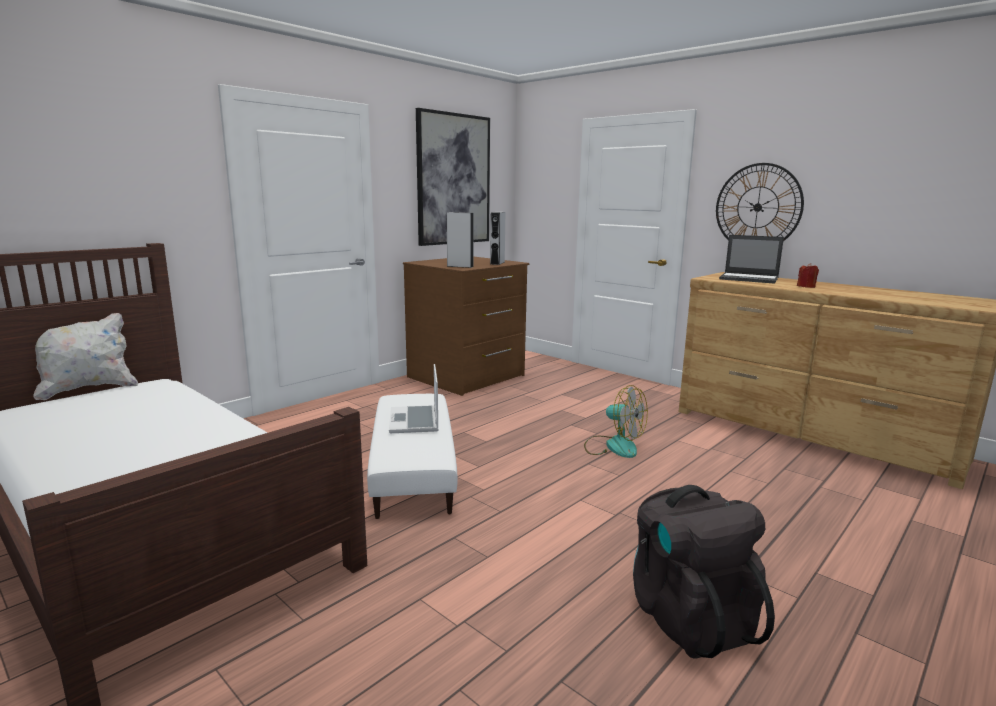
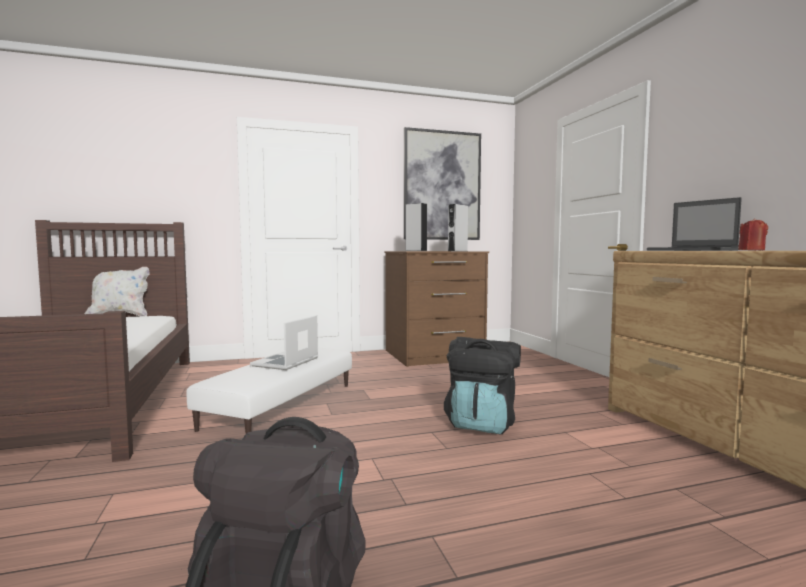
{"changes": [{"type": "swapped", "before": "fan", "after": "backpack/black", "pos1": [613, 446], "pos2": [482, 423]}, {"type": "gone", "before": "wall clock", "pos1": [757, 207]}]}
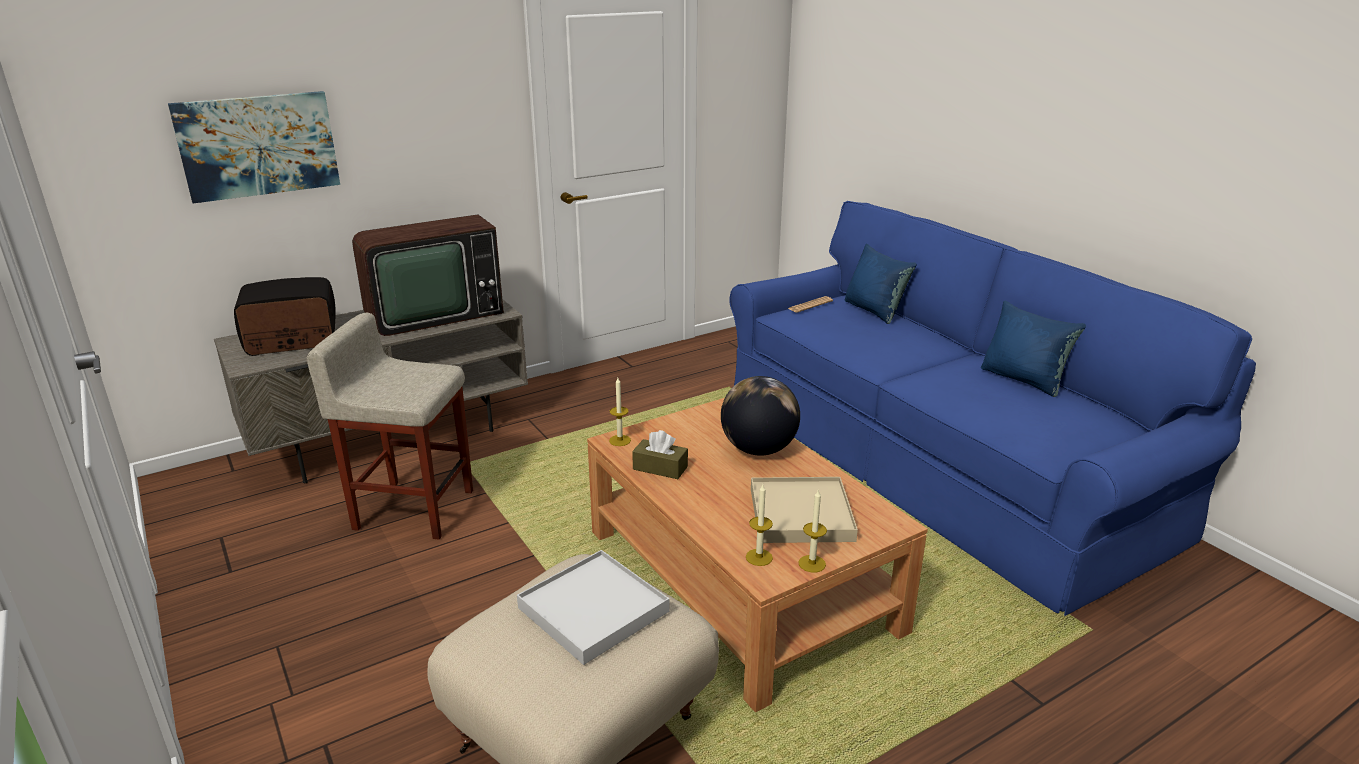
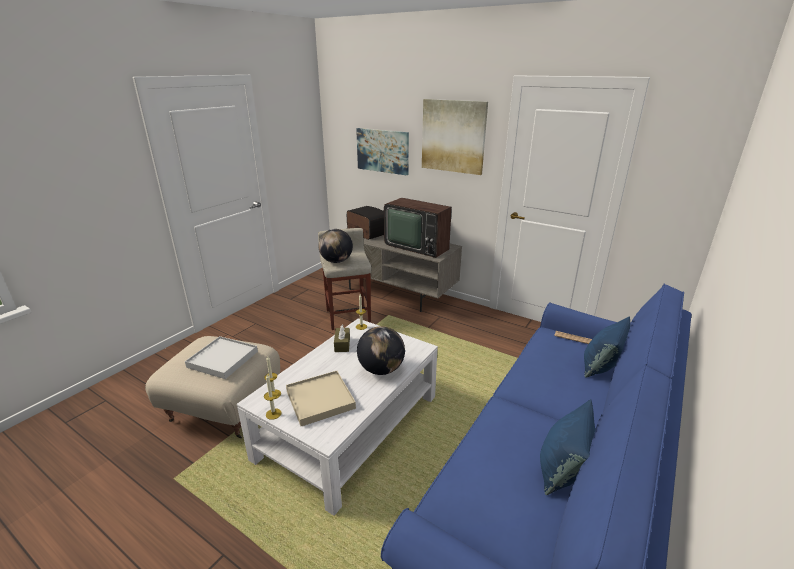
{"changes": [{"type": "repainted", "before": "coffee table/brown", "after": "coffee table/white", "pos1": [741, 580], "pos2": [349, 427]}, {"type": "new", "after": "globe", "pos2": [336, 261]}, {"type": "new", "after": "picture", "pos2": [453, 136]}]}
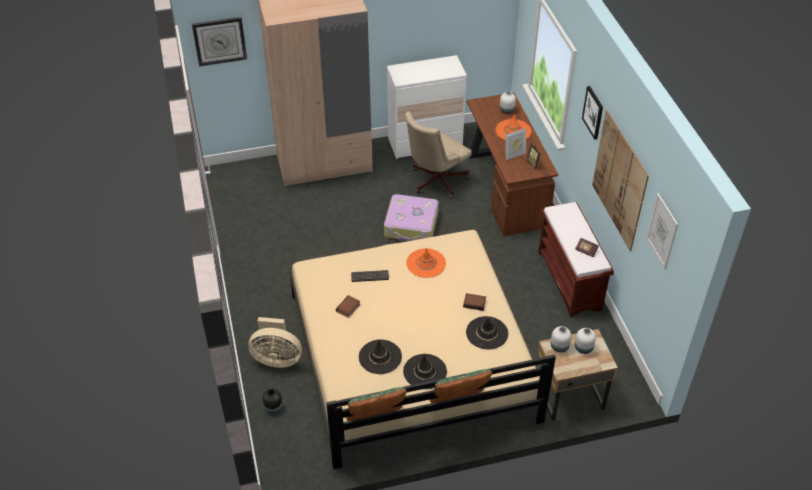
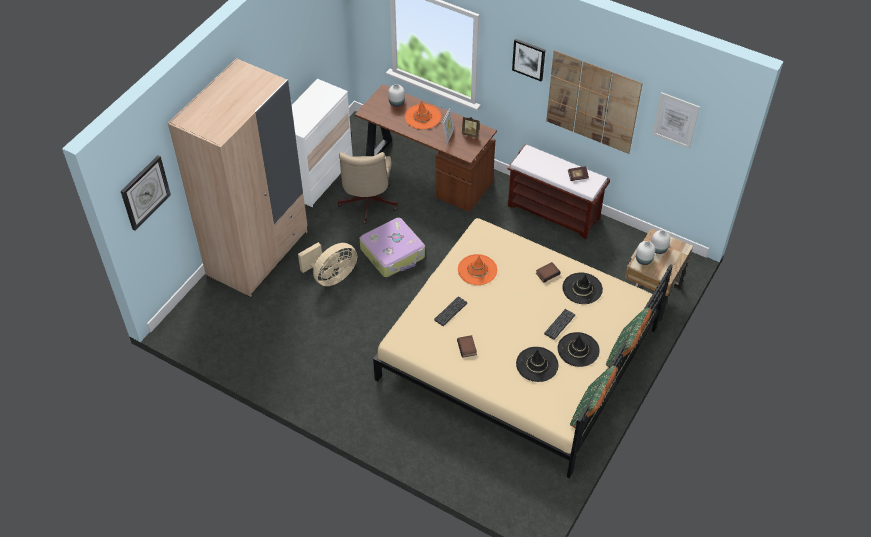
{"changes": [{"type": "shifted", "before": "fan/beige", "pos1": [277, 358], "pos2": [331, 277]}, {"type": "gone", "before": "vase/black", "pos1": [273, 407]}, {"type": "new", "after": "keyboard", "pos2": [559, 324]}]}
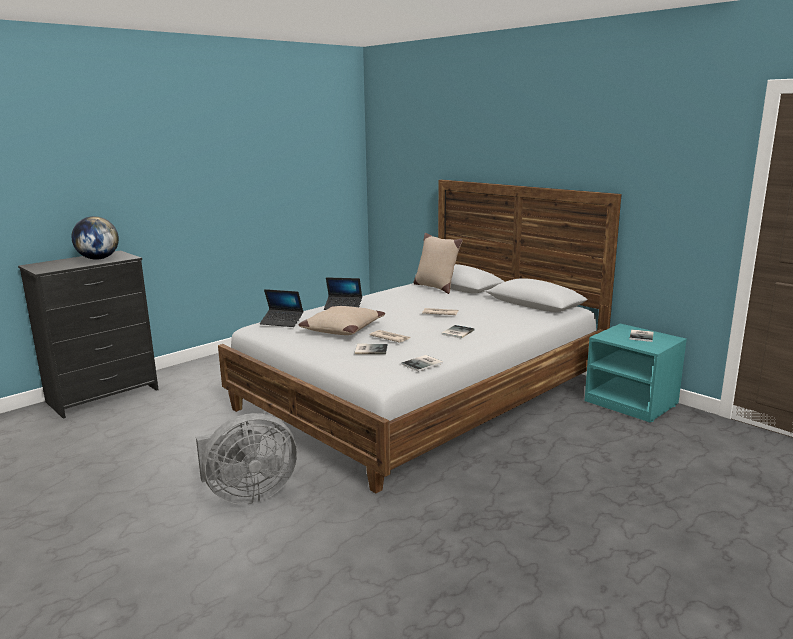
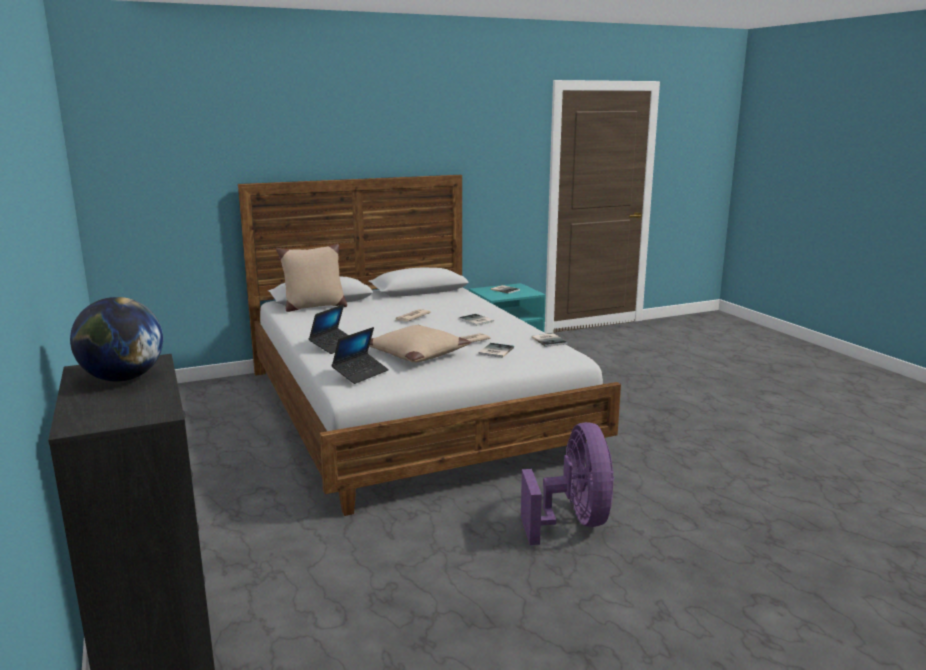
{"changes": [{"type": "repainted", "before": "fan/grey", "after": "fan/purple", "pos1": [247, 494], "pos2": [573, 522]}]}
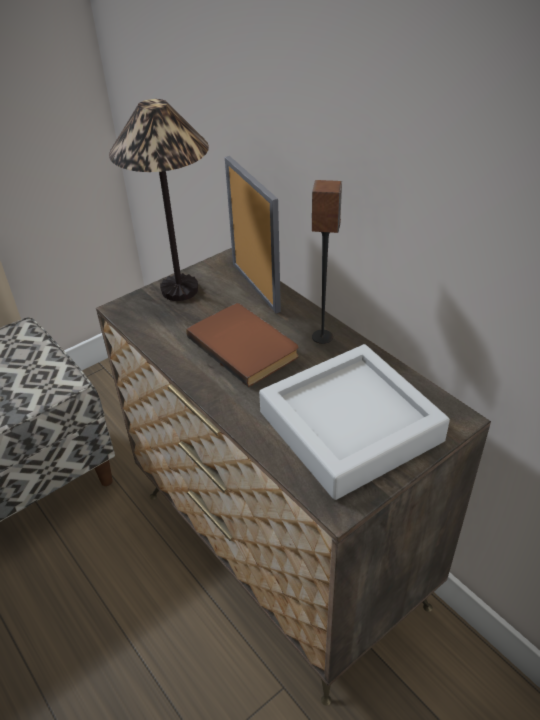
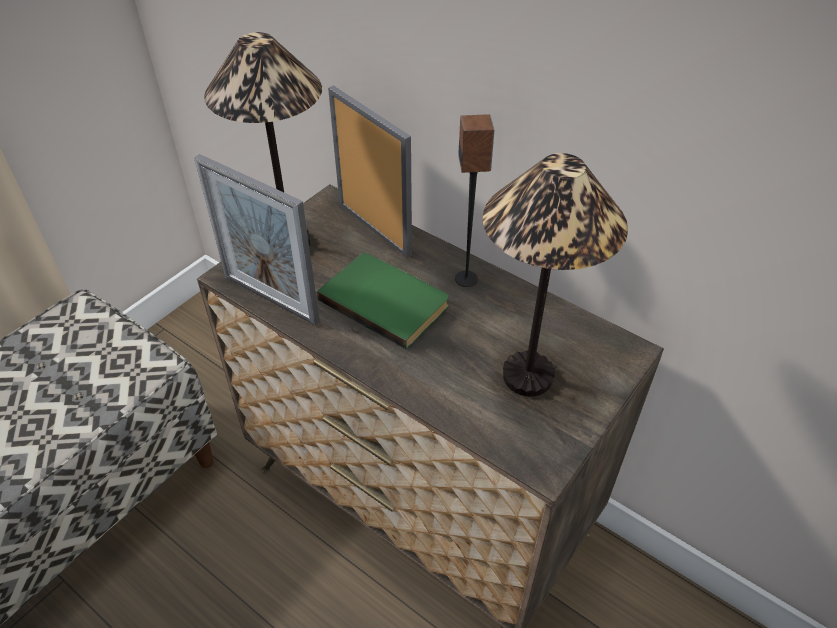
{"changes": [{"type": "repainted", "before": "book/brown", "after": "book/green", "pos1": [245, 345], "pos2": [386, 300]}, {"type": "swapped", "before": "tray/grey", "after": "table lamp", "pos1": [350, 426], "pos2": [528, 377]}, {"type": "new", "after": "picture frame", "pos2": [271, 299]}]}
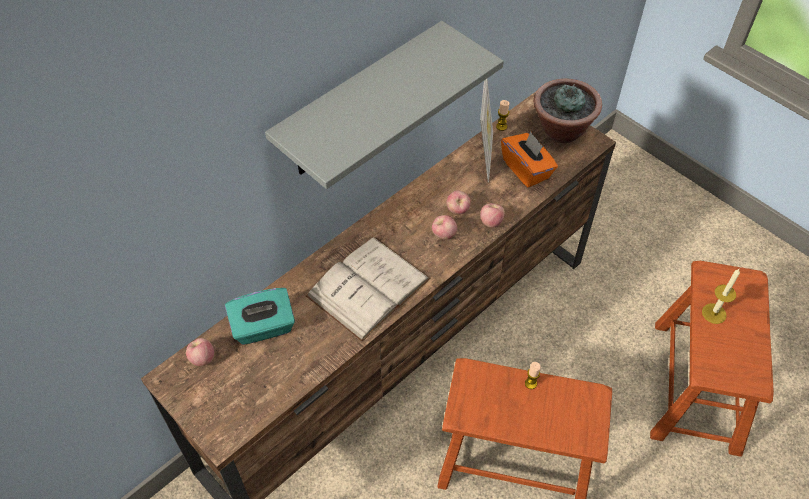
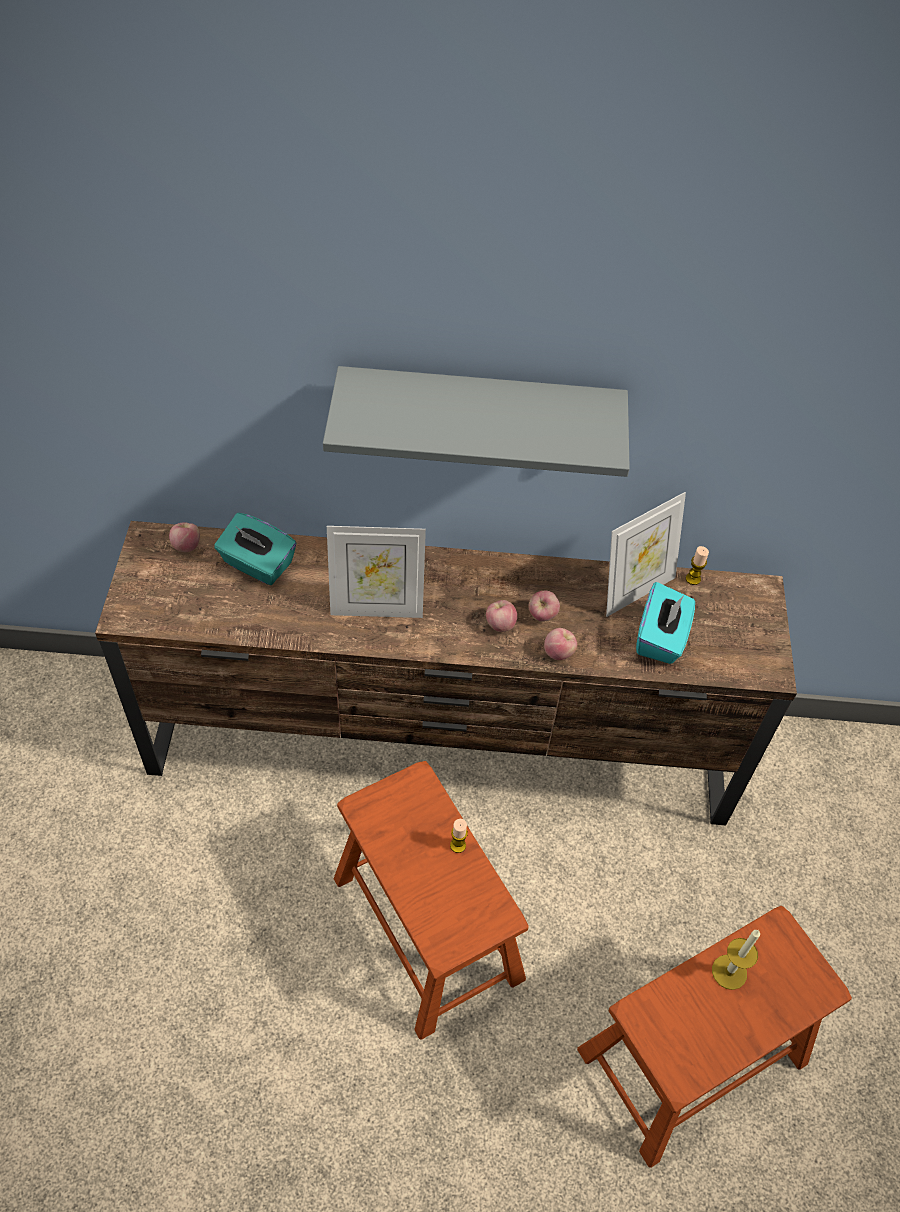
{"changes": [{"type": "swapped", "before": "book/white", "after": "picture frame", "pos1": [368, 287], "pos2": [377, 608]}, {"type": "repainted", "before": "tissue box/orange", "after": "tissue box/turquoise", "pos1": [526, 169], "pos2": [661, 638]}, {"type": "gone", "before": "potted plant", "pos1": [561, 130]}]}
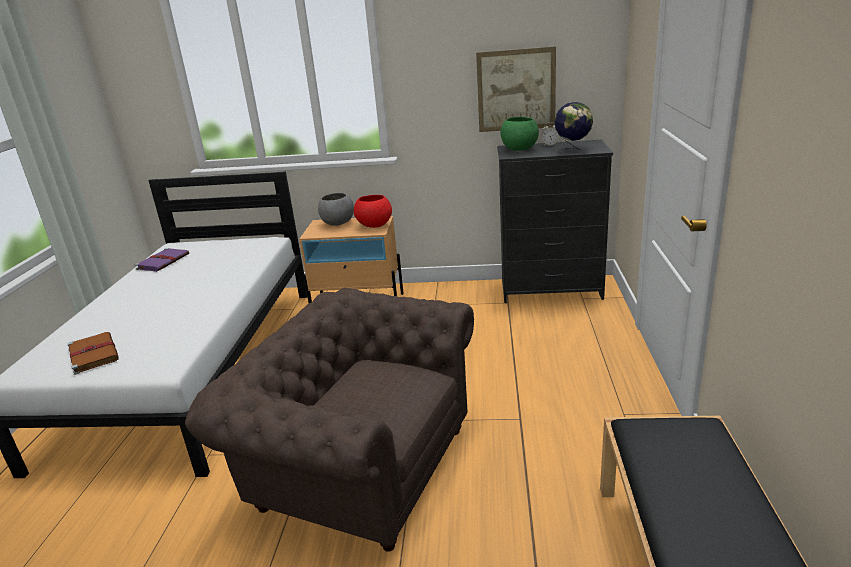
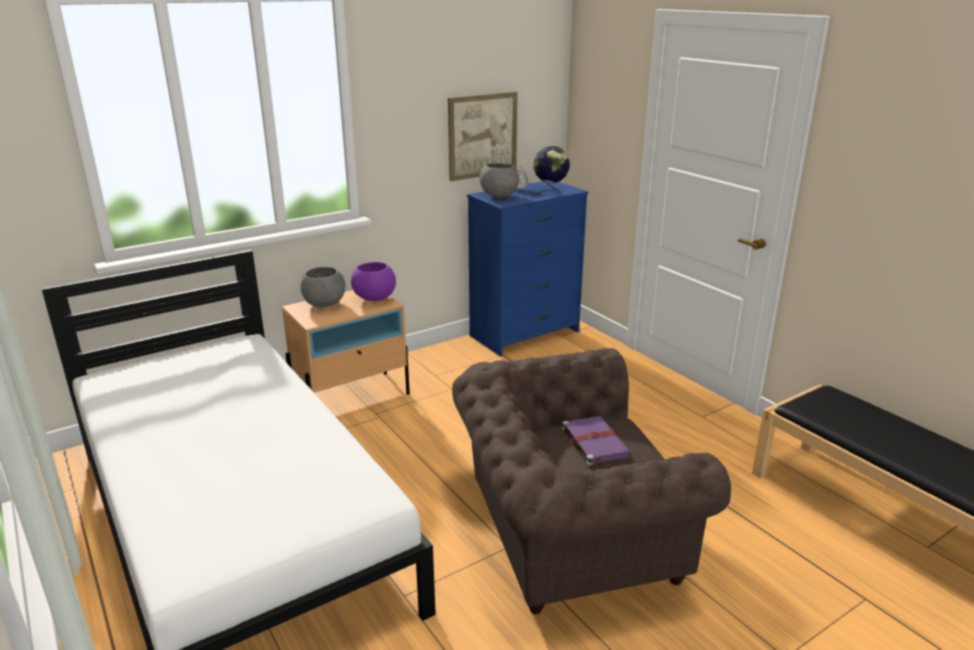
{"changes": [{"type": "gone", "before": "book/brown", "pos1": [93, 354]}, {"type": "shifted", "before": "book/purple", "pos1": [163, 261], "pos2": [594, 441]}, {"type": "repainted", "before": "bowl/red", "after": "bowl/purple", "pos1": [374, 226], "pos2": [374, 299]}, {"type": "repainted", "before": "dresser/black", "after": "dresser/blue", "pos1": [550, 289], "pos2": [525, 334]}, {"type": "repainted", "before": "bowl/green", "after": "bowl/grey", "pos1": [519, 149], "pos2": [499, 196]}]}
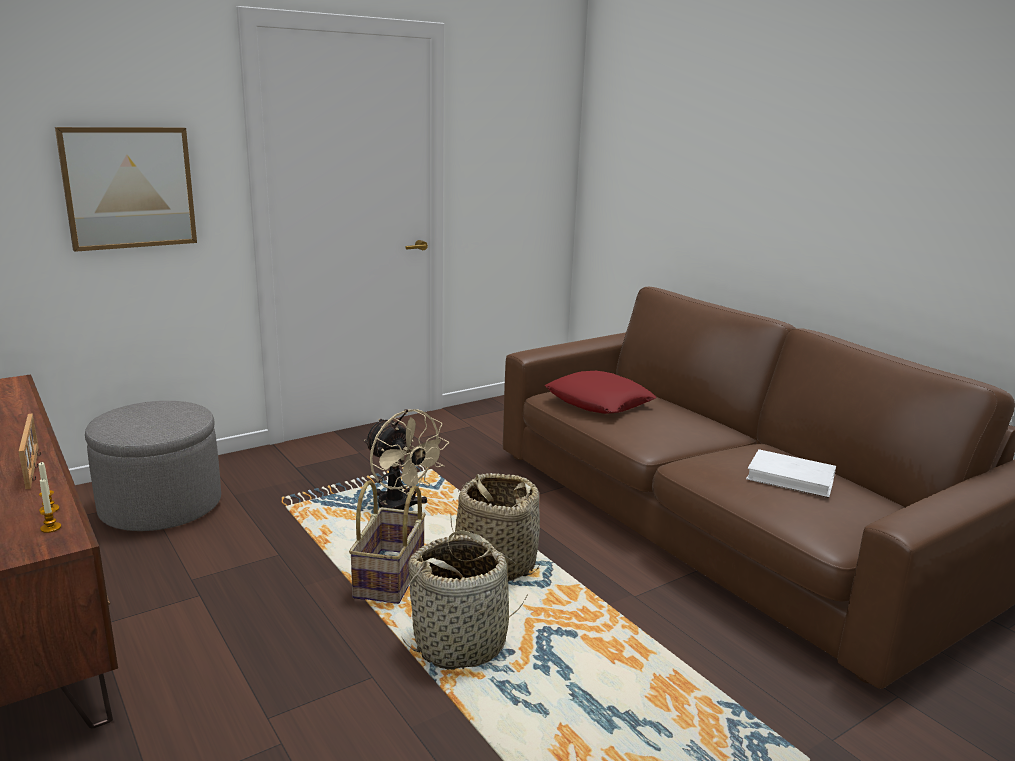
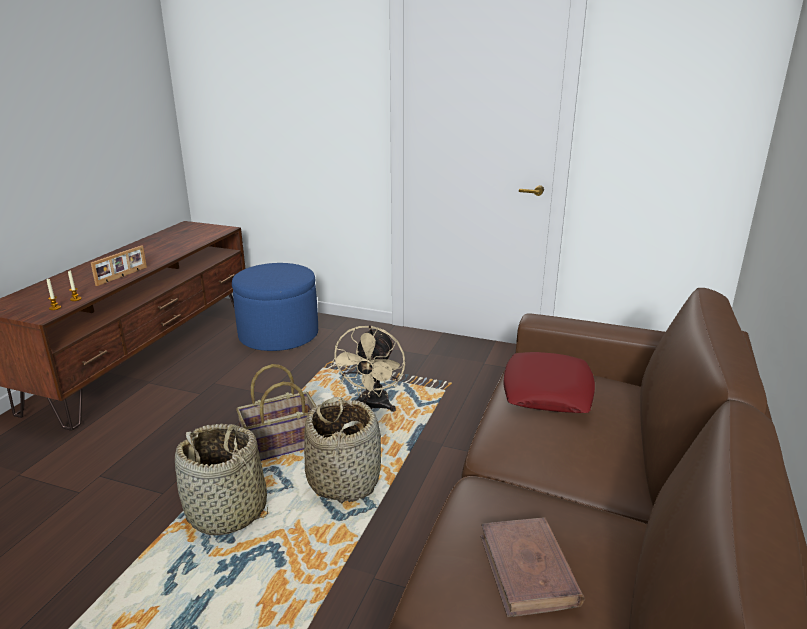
{"changes": [{"type": "gone", "before": "picture", "pos1": [129, 187]}, {"type": "repainted", "before": "ottoman/grey", "after": "ottoman/blue", "pos1": [161, 506], "pos2": [278, 335]}, {"type": "repainted", "before": "book/white", "after": "book/brown", "pos1": [791, 478], "pos2": [528, 570]}]}
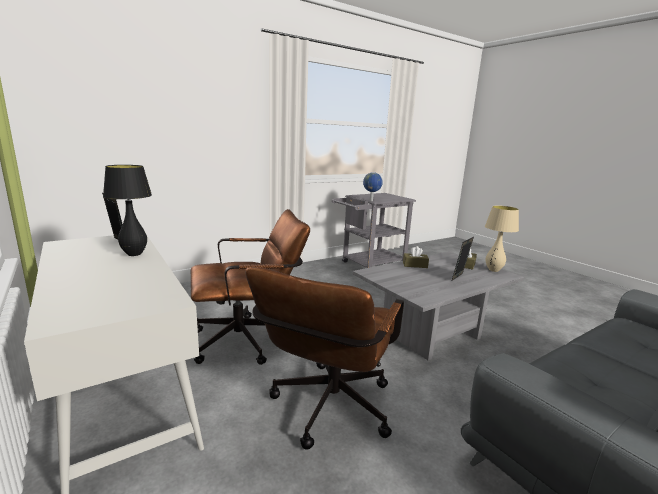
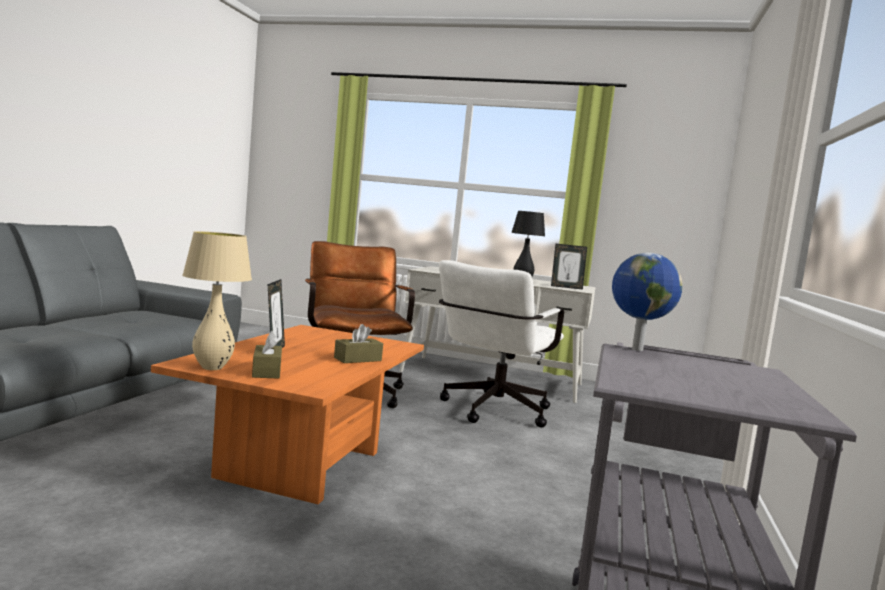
{"changes": [{"type": "repainted", "before": "office chair/brown", "after": "office chair/white", "pos1": [249, 339], "pos2": [491, 412]}, {"type": "repainted", "before": "coffee table/grey", "after": "coffee table/orange", "pos1": [430, 334], "pos2": [300, 464]}]}
